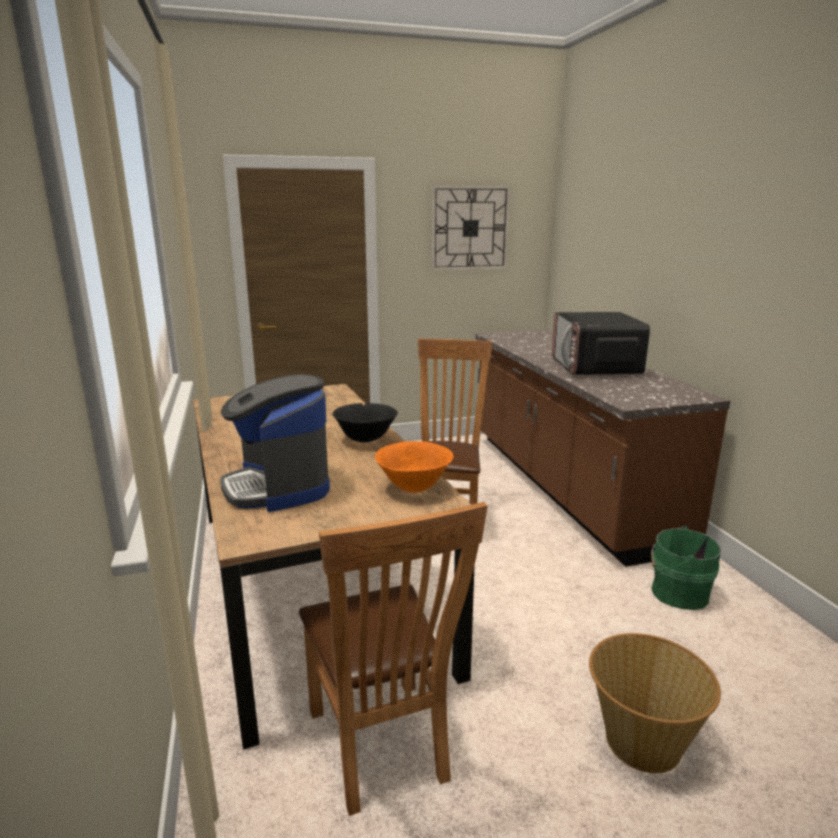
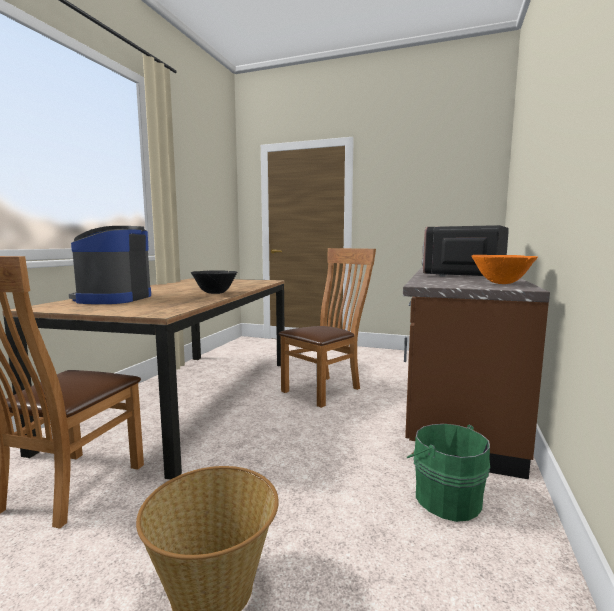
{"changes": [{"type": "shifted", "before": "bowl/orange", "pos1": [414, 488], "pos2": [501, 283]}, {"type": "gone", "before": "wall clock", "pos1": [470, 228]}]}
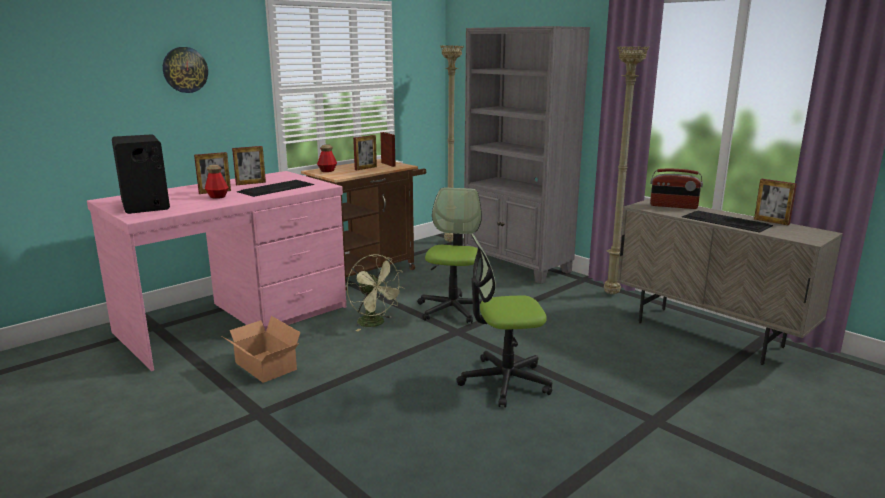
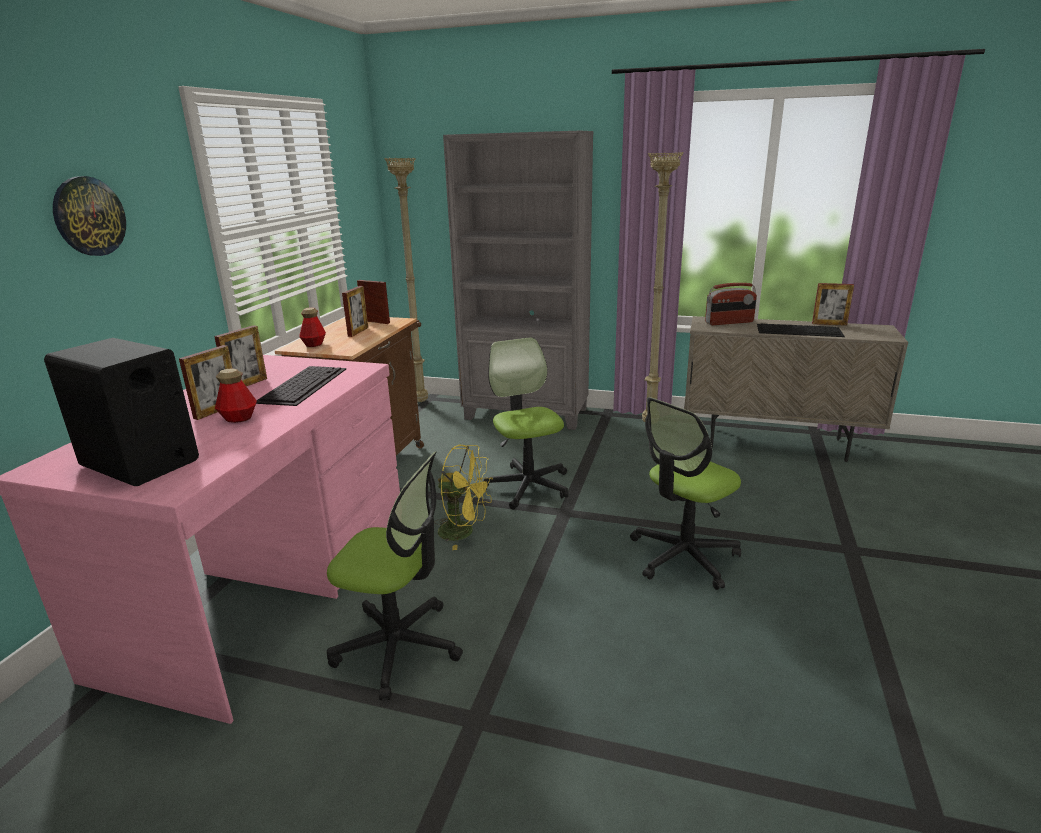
{"changes": [{"type": "swapped", "before": "cardboard box", "after": "office chair", "pos1": [264, 367], "pos2": [398, 647]}, {"type": "repainted", "before": "fan/green", "after": "fan/yellow", "pos1": [375, 323], "pos2": [464, 532]}]}
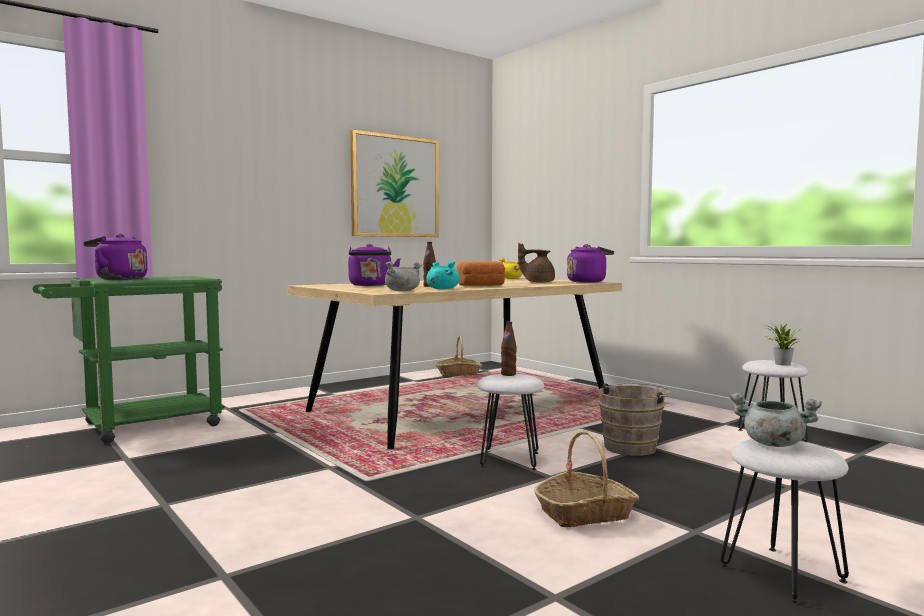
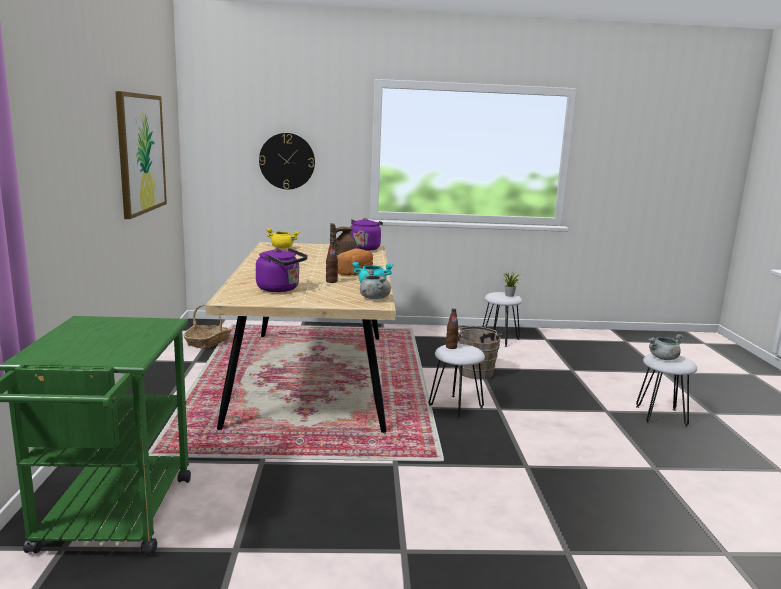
{"changes": [{"type": "gone", "before": "kettle/purple", "pos1": [118, 279]}, {"type": "gone", "before": "basket", "pos1": [585, 513]}, {"type": "new", "after": "wall clock", "pos2": [287, 161]}]}
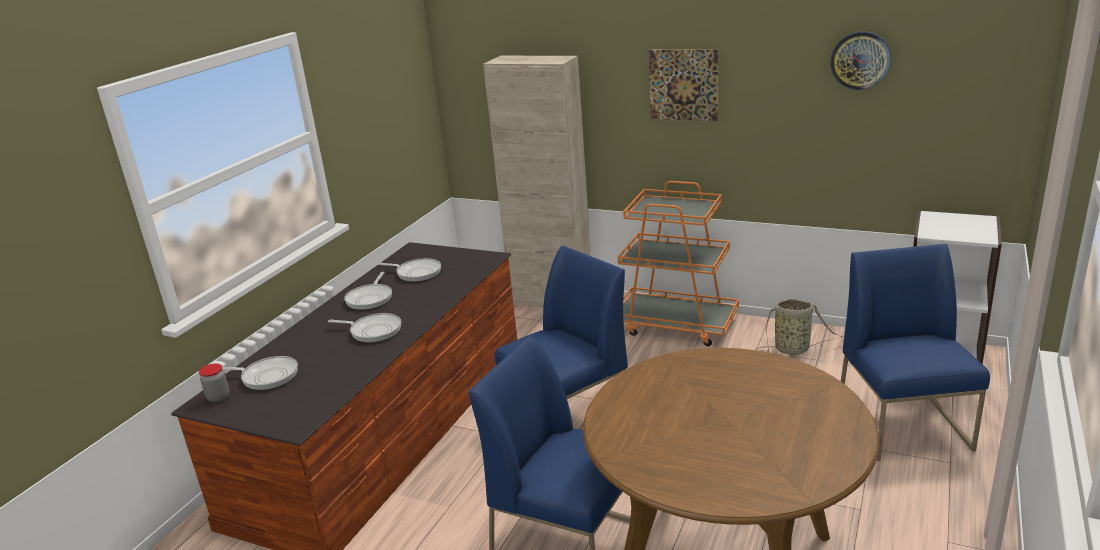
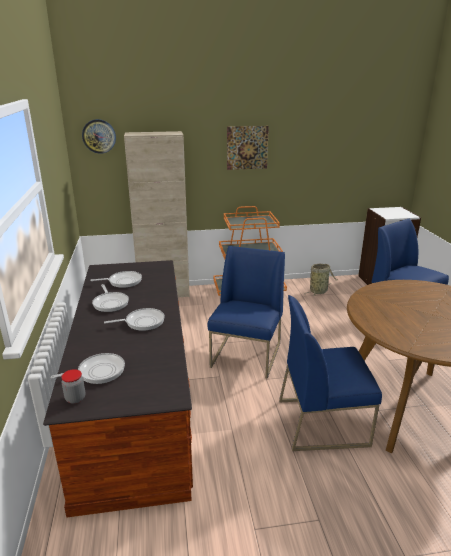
{"changes": [{"type": "shifted", "before": "wall clock", "pos1": [860, 60], "pos2": [99, 136]}]}
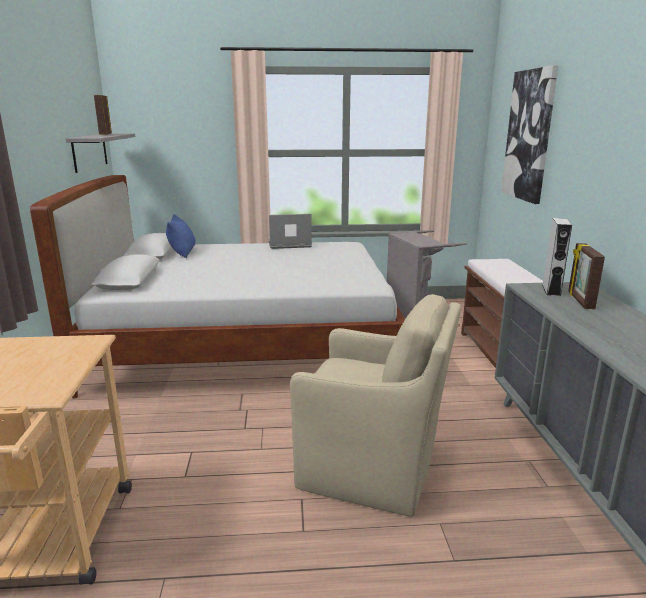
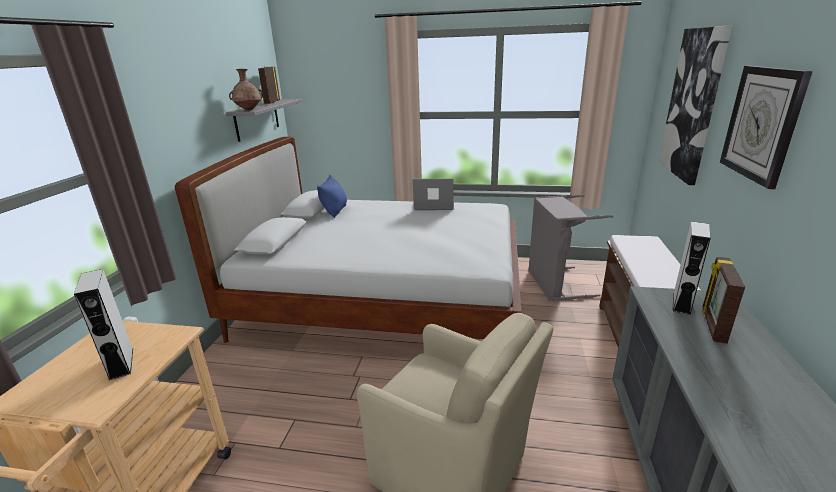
{"changes": [{"type": "new", "after": "speaker/grey", "pos2": [121, 363]}, {"type": "new", "after": "vase/brown", "pos2": [249, 110]}, {"type": "new", "after": "wall clock", "pos2": [762, 123]}]}
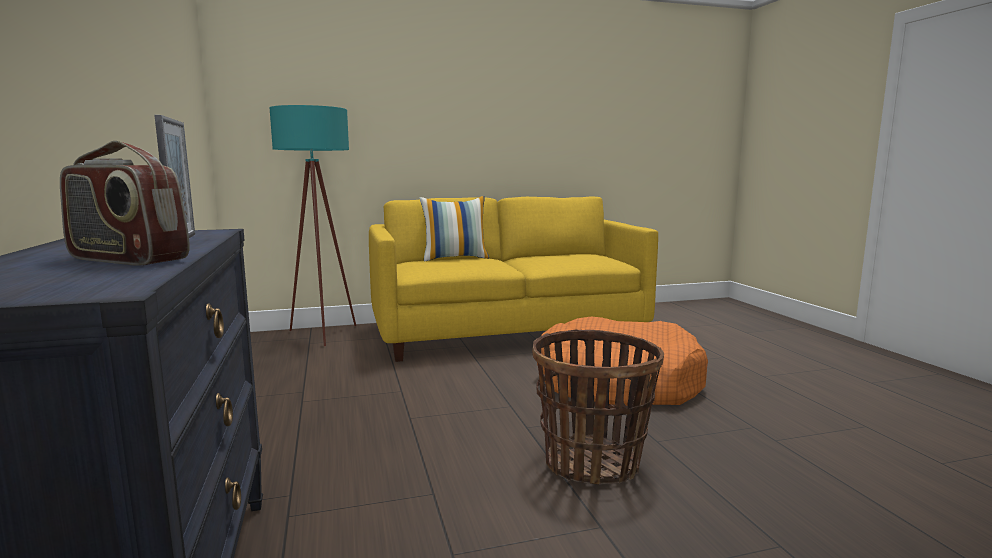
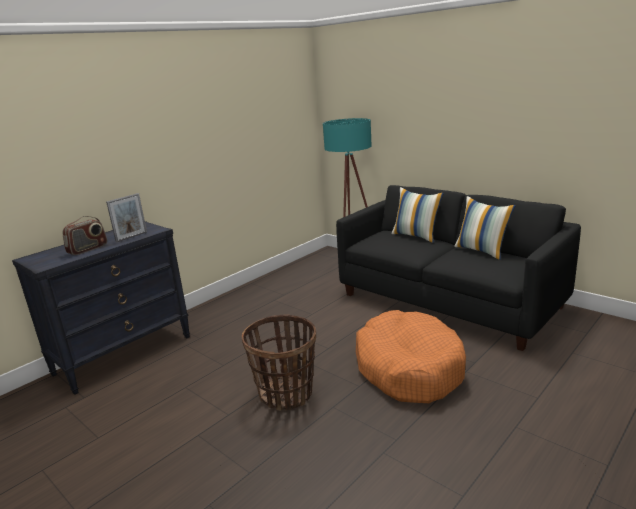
{"changes": [{"type": "rotated", "before": "radio", "pos1": [127, 259], "pos2": [88, 249], "turn": -135}, {"type": "repainted", "before": "sofa/yellow", "after": "sofa/black", "pos1": [508, 331], "pos2": [448, 301]}, {"type": "new", "after": "pillow", "pos2": [482, 251]}]}
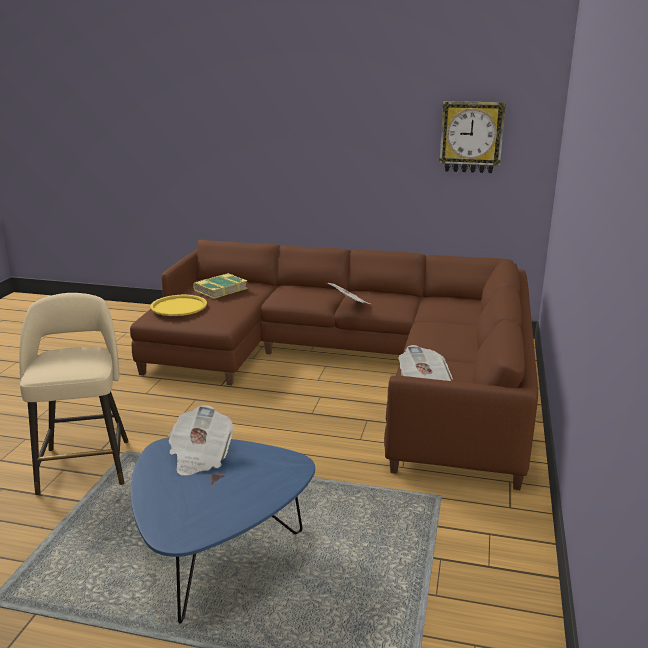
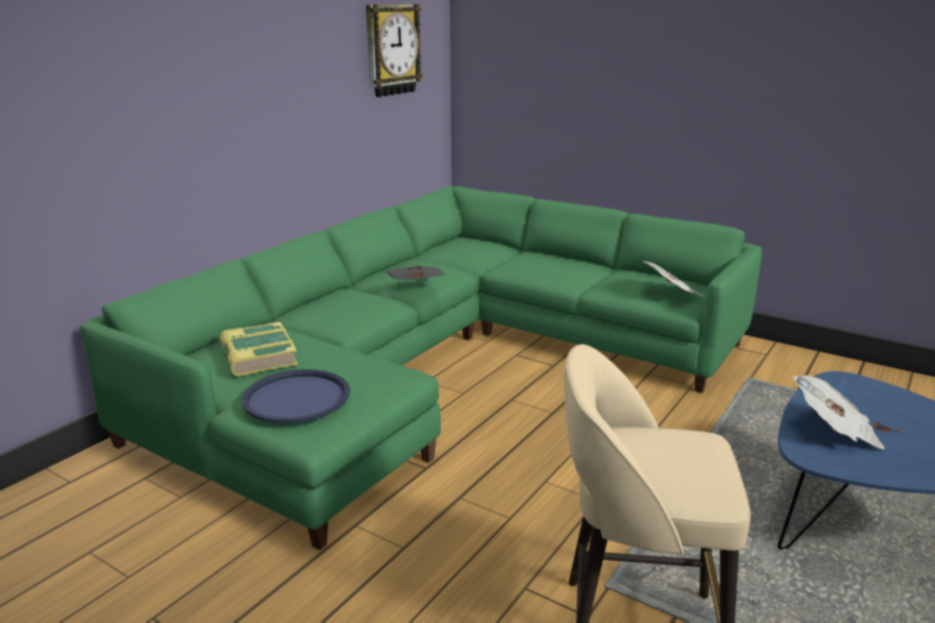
{"changes": [{"type": "repainted", "before": "sofa/brown", "after": "sofa/green", "pos1": [355, 365], "pos2": [441, 363]}, {"type": "repainted", "before": "tray/yellow", "after": "tray/blue", "pos1": [179, 306], "pos2": [296, 397]}]}
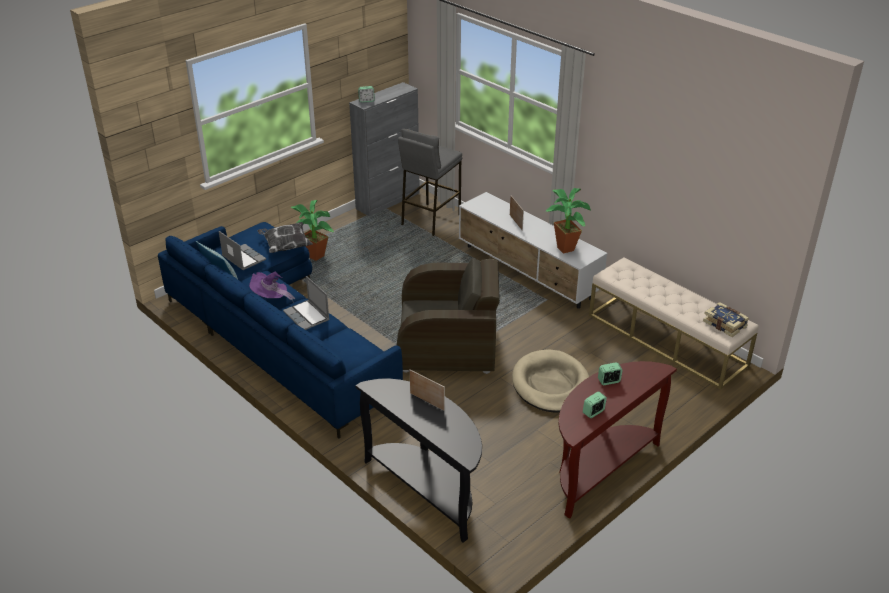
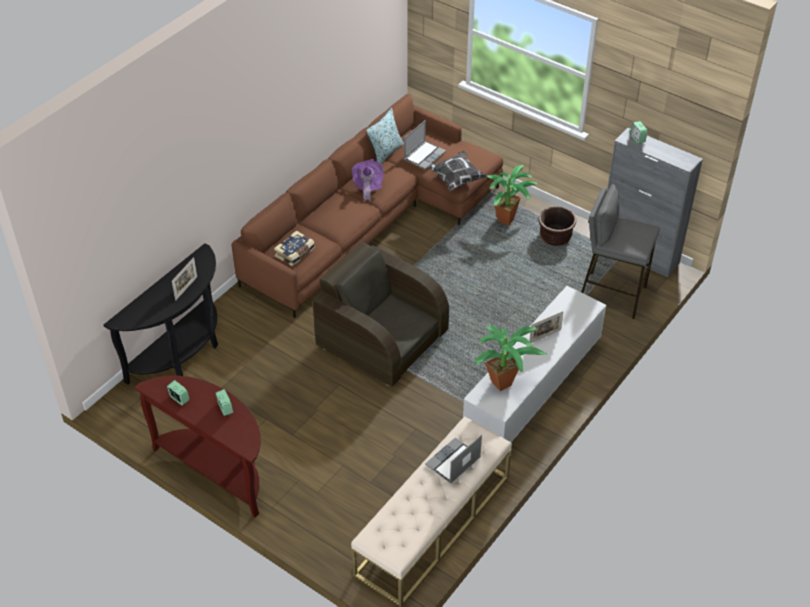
{"changes": [{"type": "repainted", "before": "sofa/blue", "after": "sofa/brown", "pos1": [277, 334], "pos2": [372, 221]}, {"type": "shifted", "before": "laptop", "pos1": [307, 316], "pos2": [453, 462]}, {"type": "rotated", "before": "armchair/brown", "pos1": [448, 345], "pos2": [381, 340], "turn": 135}, {"type": "gone", "before": "dog bed/beige", "pos1": [551, 385]}, {"type": "shifted", "before": "book", "pos1": [725, 324], "pos2": [295, 253]}, {"type": "new", "after": "planter/brown", "pos2": [555, 237]}]}
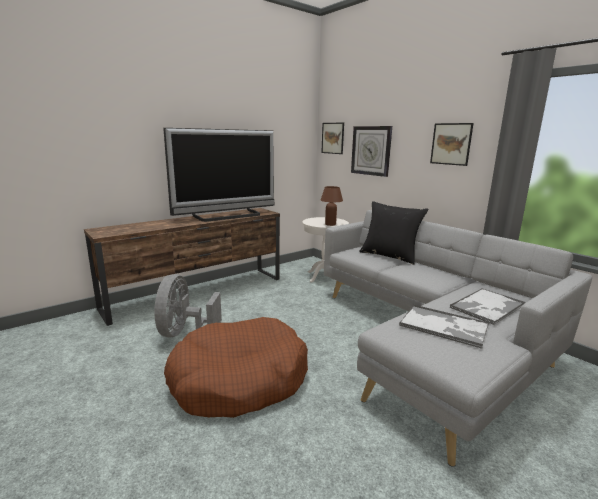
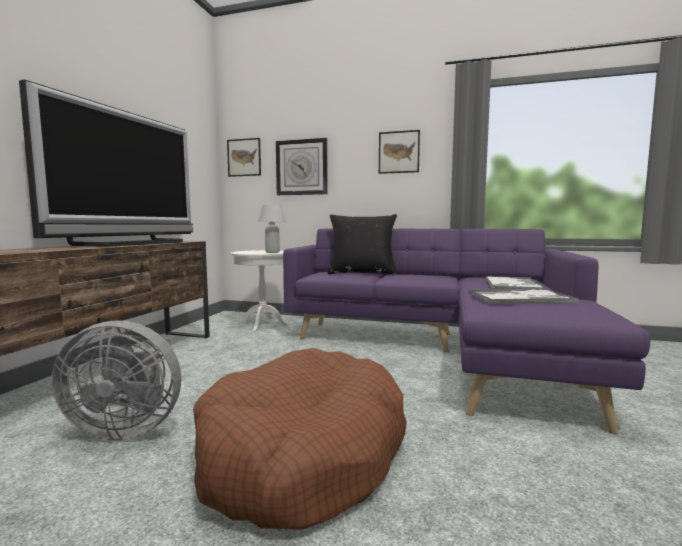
{"changes": [{"type": "rotated", "before": "fan/grey", "pos1": [184, 332], "pos2": [126, 428], "turn": -60}, {"type": "repainted", "before": "table lamp/brown", "after": "table lamp/white", "pos1": [330, 224], "pos2": [272, 252]}, {"type": "repainted", "before": "sofa/grey", "after": "sofa/purple", "pos1": [428, 344], "pos2": [445, 351]}]}
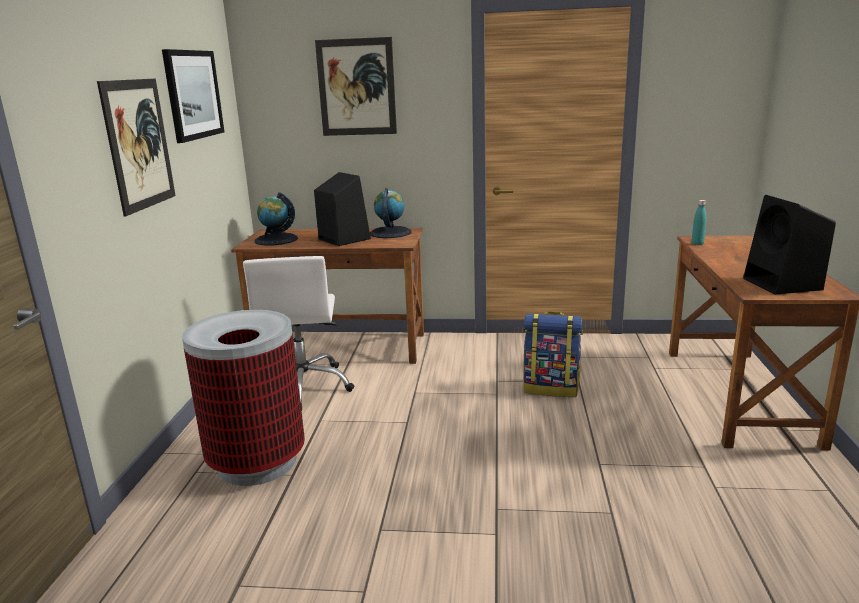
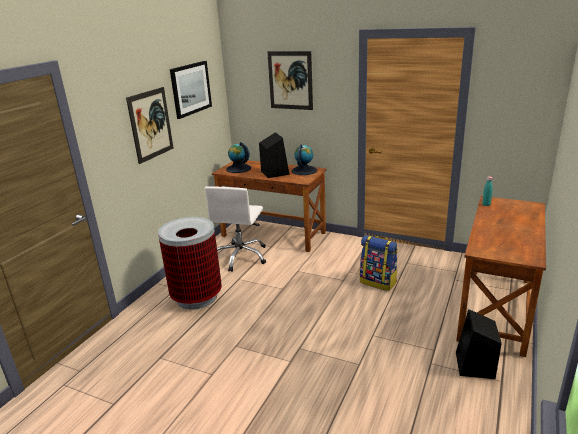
{"changes": [{"type": "shifted", "before": "speaker/black", "pos1": [783, 284], "pos2": [475, 366]}]}
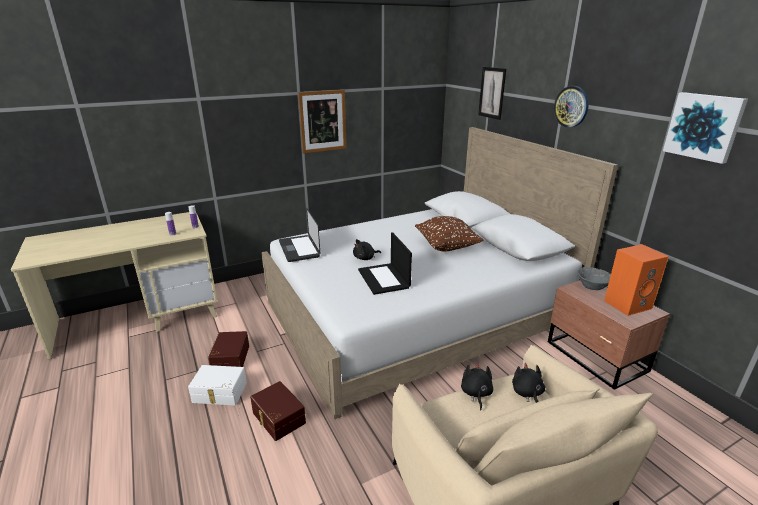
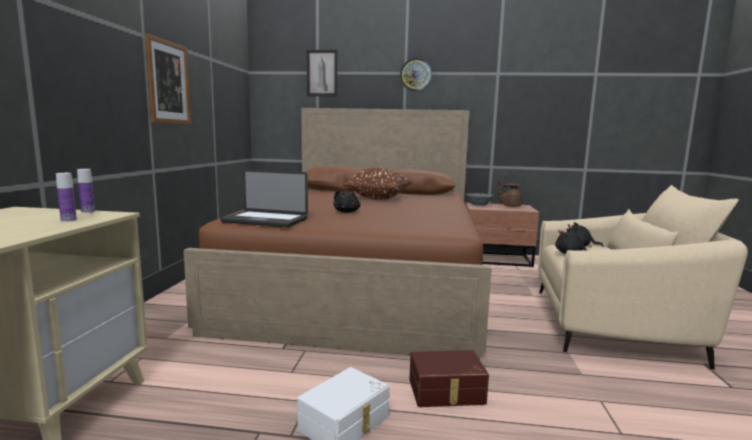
{"changes": [{"type": "gone", "before": "storage box/brown", "pos1": [229, 358]}, {"type": "repainted", "before": "bed/white", "after": "bed/brown", "pos1": [417, 313], "pos2": [364, 282]}, {"type": "gone", "before": "laptop", "pos1": [384, 279]}, {"type": "swapped", "before": "speaker/orange", "after": "teapot/brown", "pos1": [627, 304], "pos2": [509, 206]}, {"type": "gone", "before": "picture", "pos1": [704, 126]}]}
